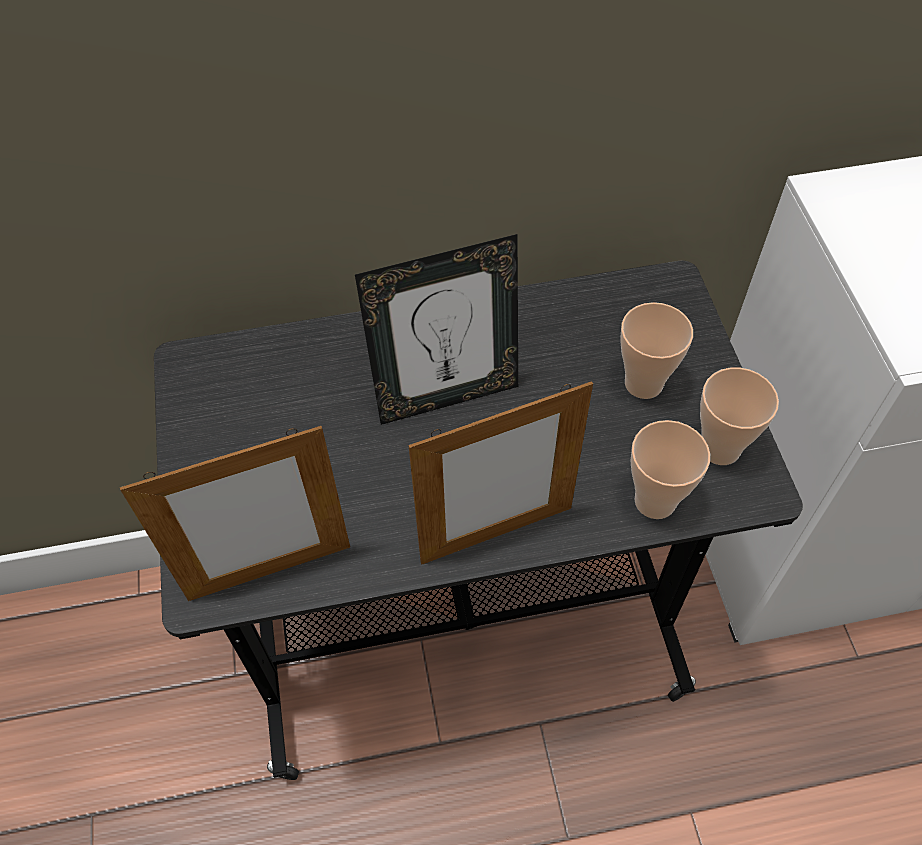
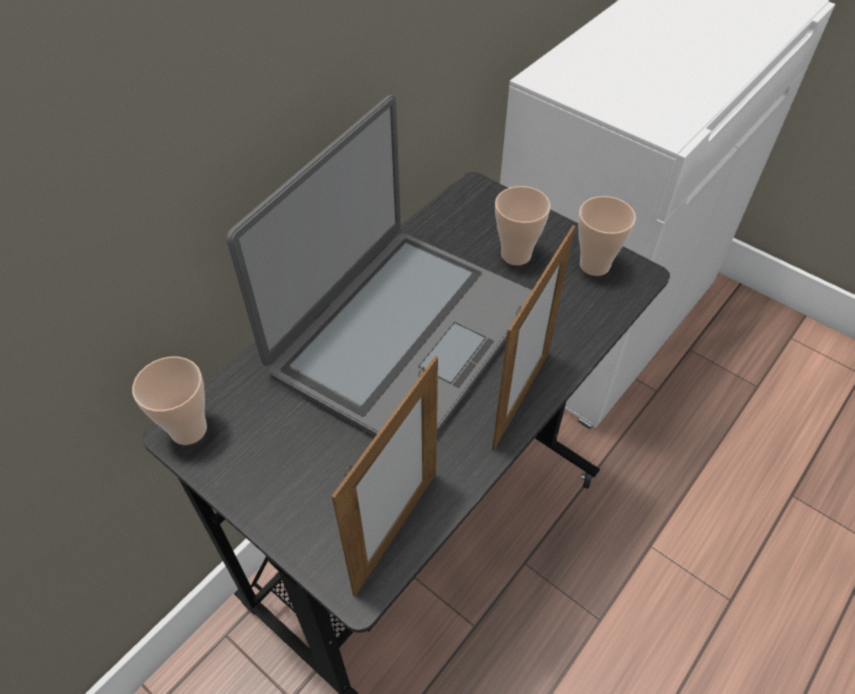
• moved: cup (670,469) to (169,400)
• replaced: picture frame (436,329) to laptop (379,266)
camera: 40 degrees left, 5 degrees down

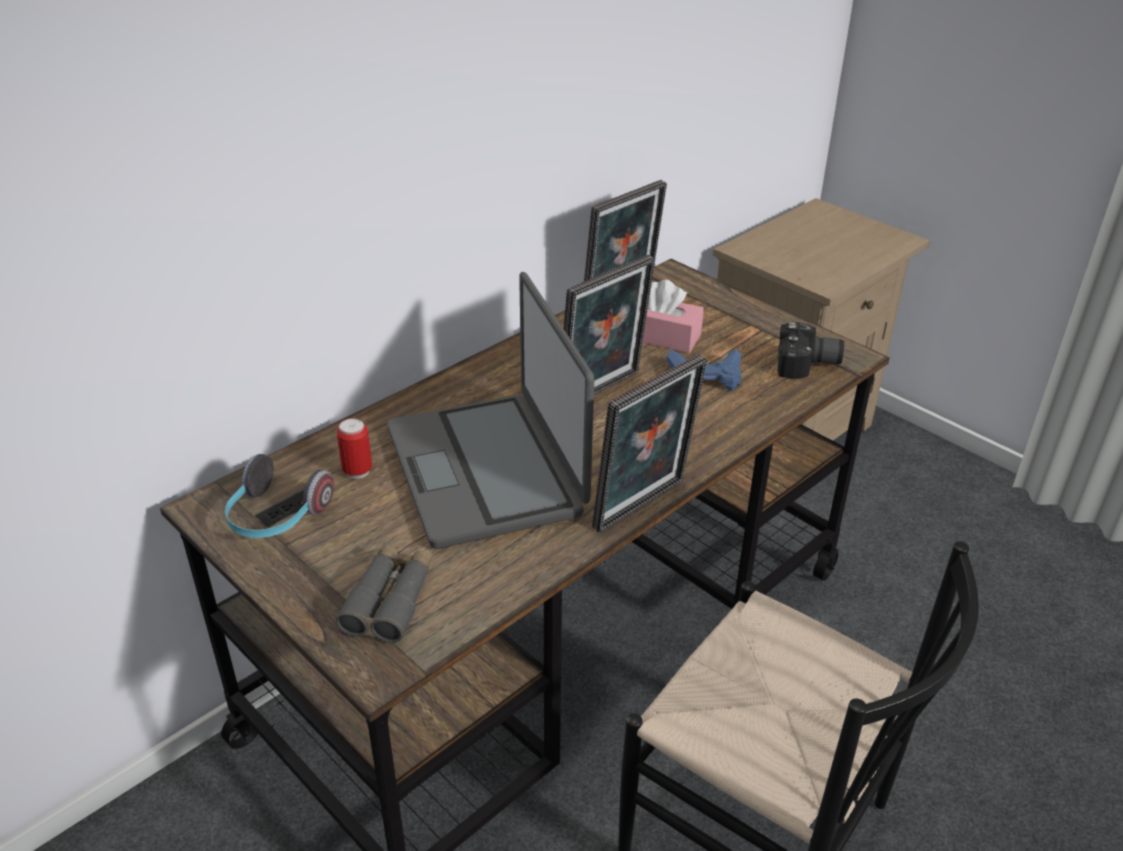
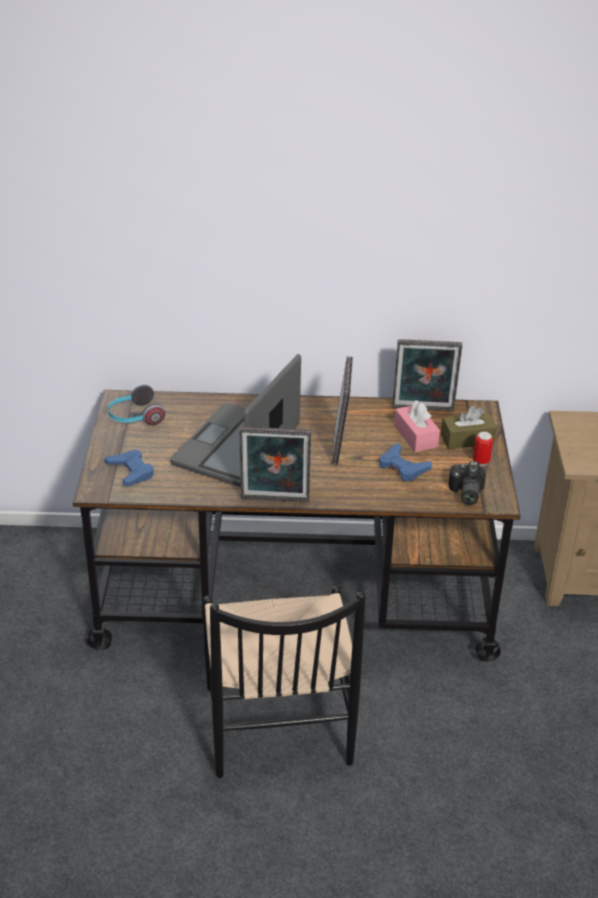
• added: tissue box (brown) (469,427)
• moved: can (354,448) to (483,448)
• replaced: binoculars (grey) (384,593) to game controller (blue) (129,467)
• turned: picture frame (609,325) = (342,410) 90 degrees counterclockwise
• turned: photo camera (811,350) = (467,483) 45 degrees clockwise
camera: 45 degrees right, 0 degrees up

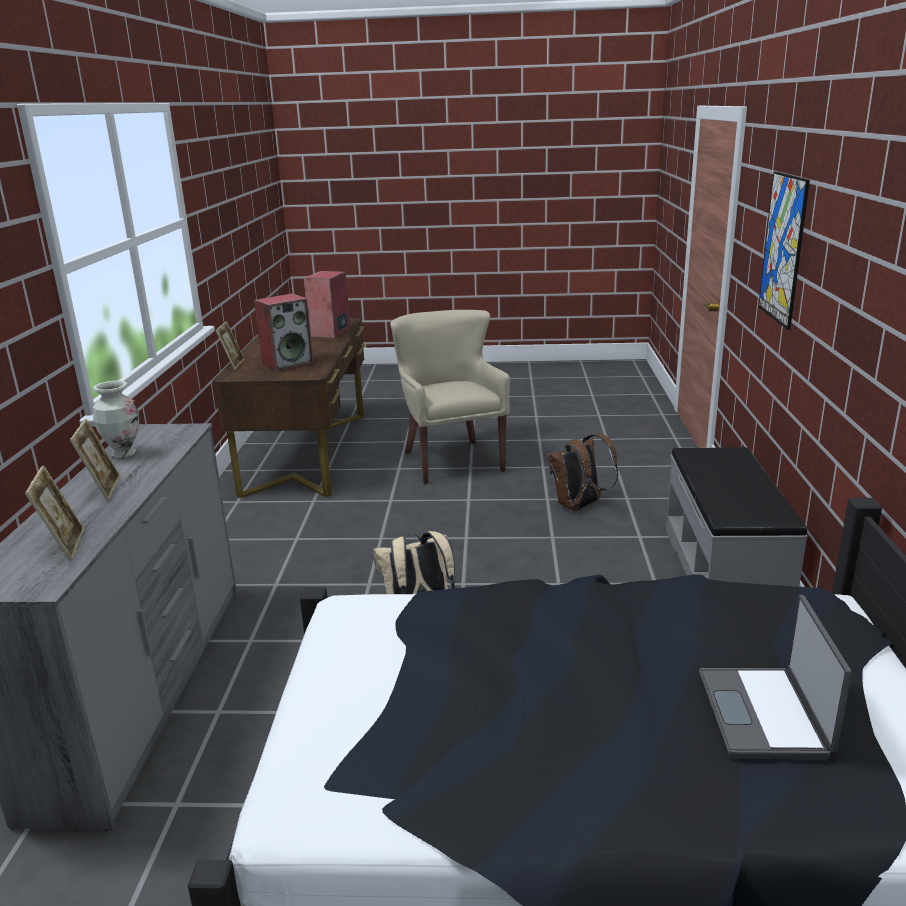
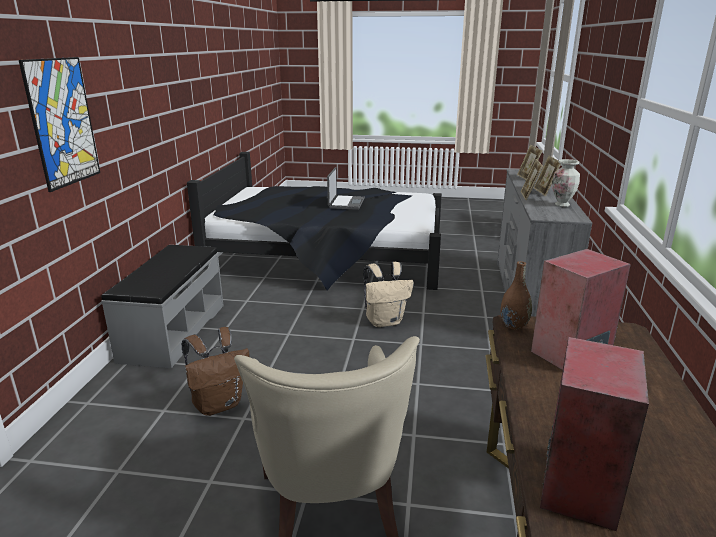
• added: vase (brown) (516,295)
• moved: picture frame (229,345) to (532,179)
• moved: laptop (775,677) to (346,188)
camera: 175 degrees left, 0 degrees up

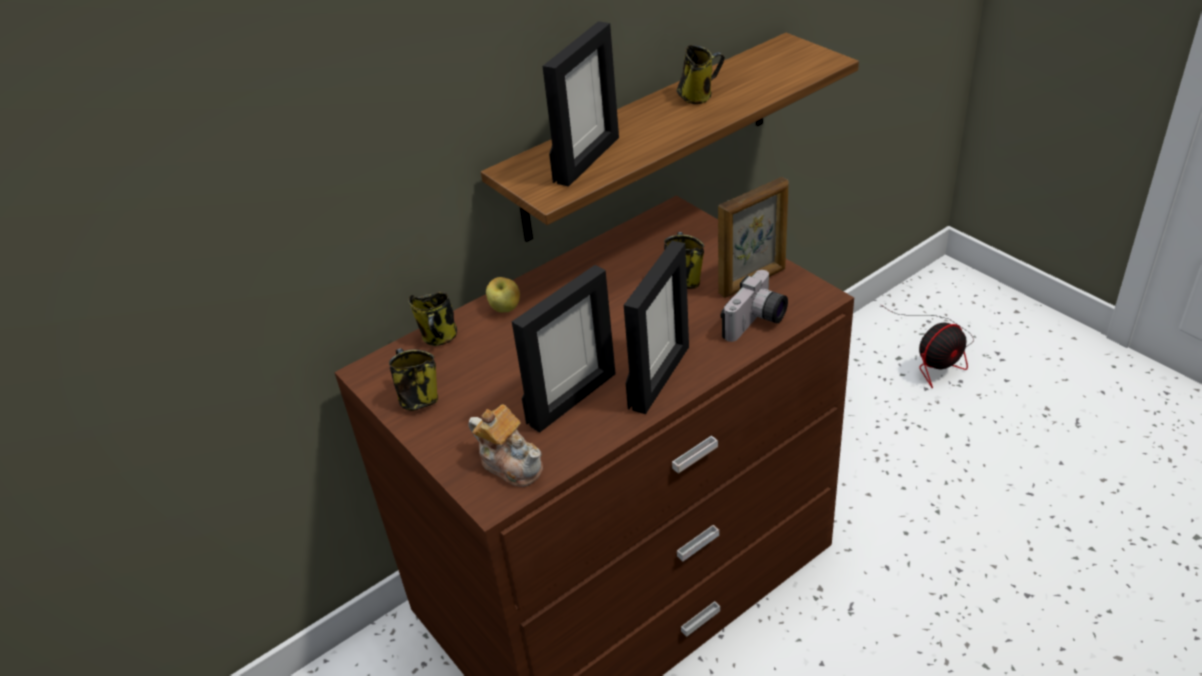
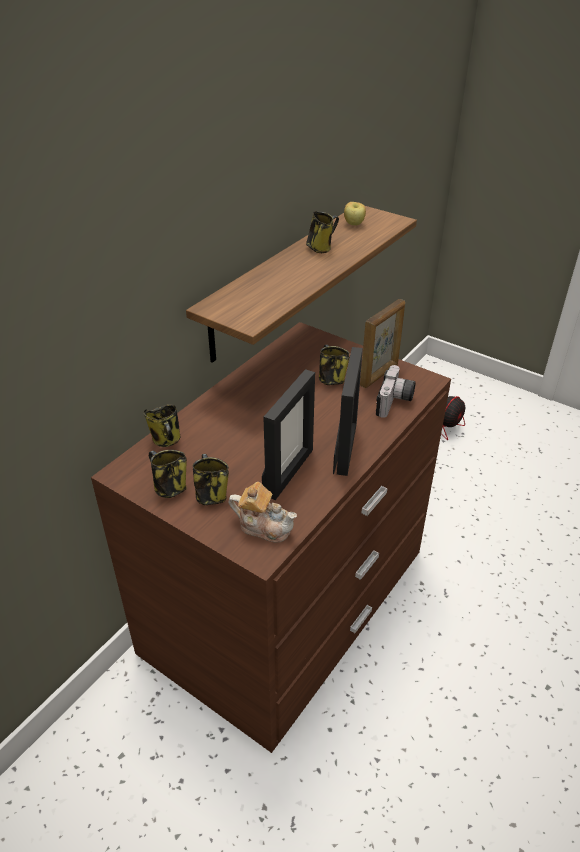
• removed: picture frame (580,104)
• added: mug (210,479)
• moved: apple (503,295) to (355,213)
camera: 20 degrees left, 0 degrees up

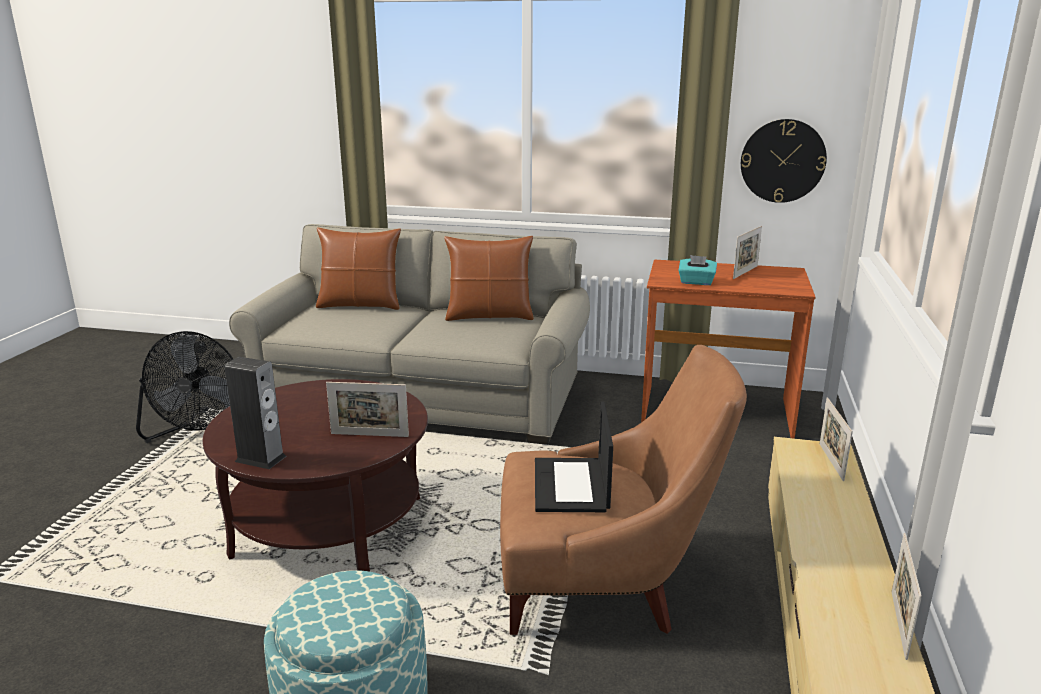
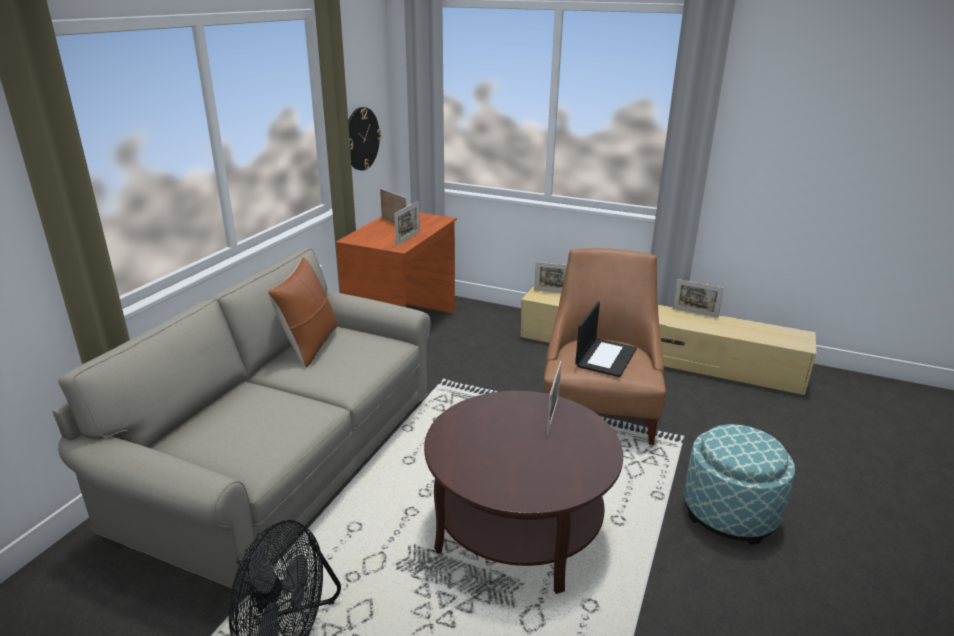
• removed: speaker (255,413)
• removed: pillow (brown) (358,268)
• replaced: tissue box (turquoise) (697,270) to picture frame (407,223)
• turned: laptop (574,456) = (606,339) 75 degrees counterclockwise
camera: 80 degrees left, 5 degrees up

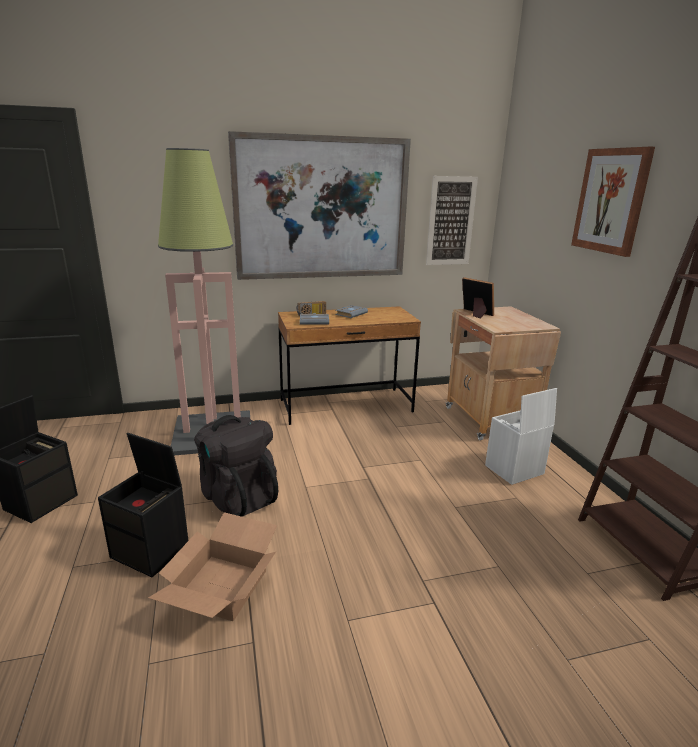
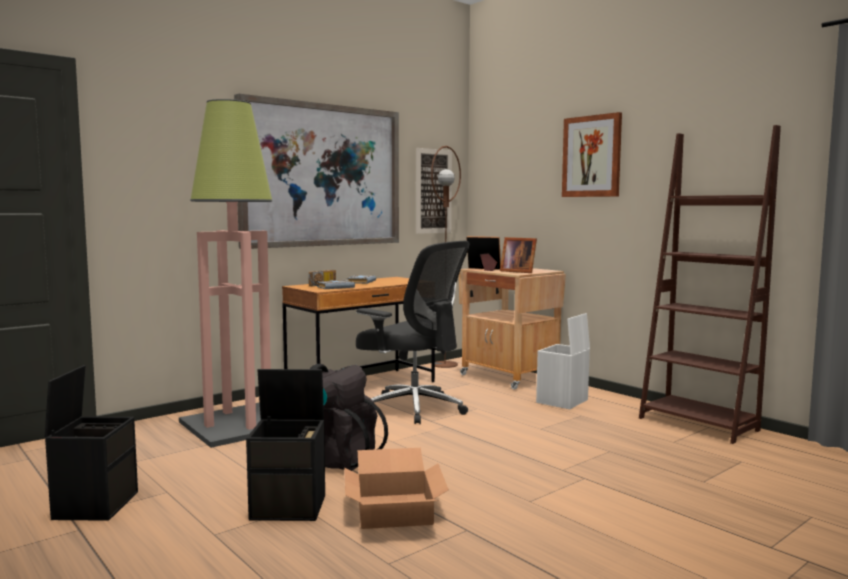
• added: office chair (413,332)
• added: floor lamp (brown) (446,257)
• added: picture frame (518,255)
camera: 25 degrees left, 15 degrees down

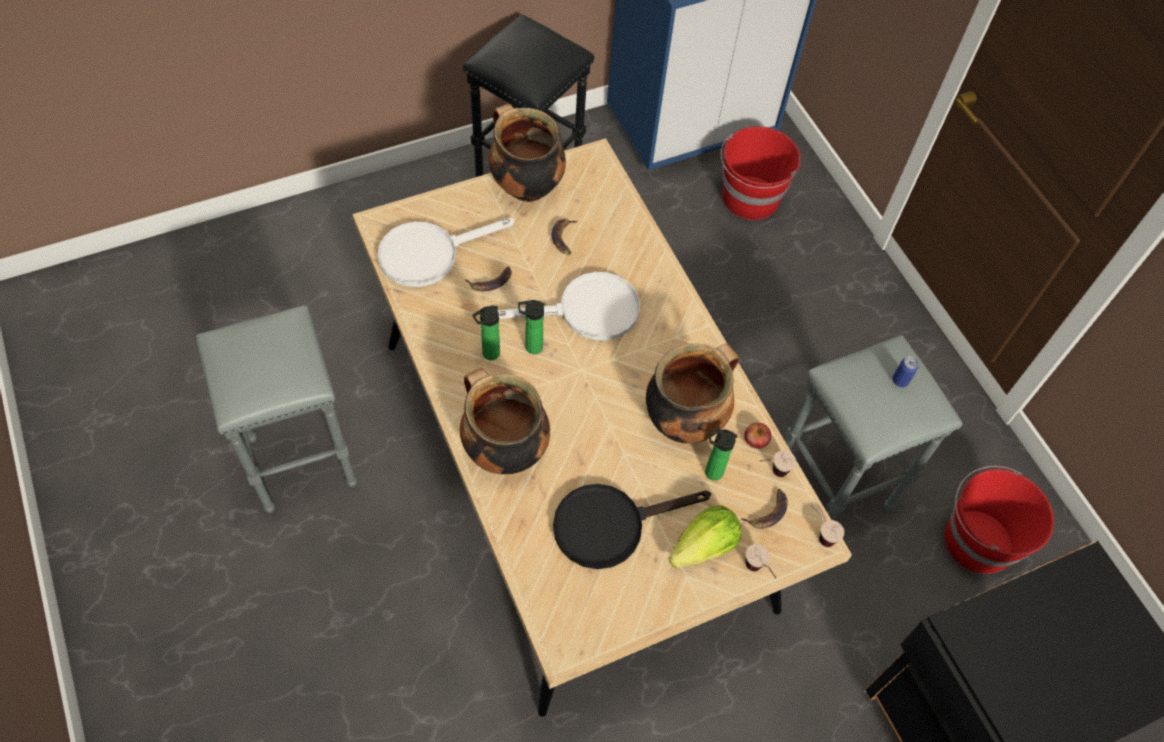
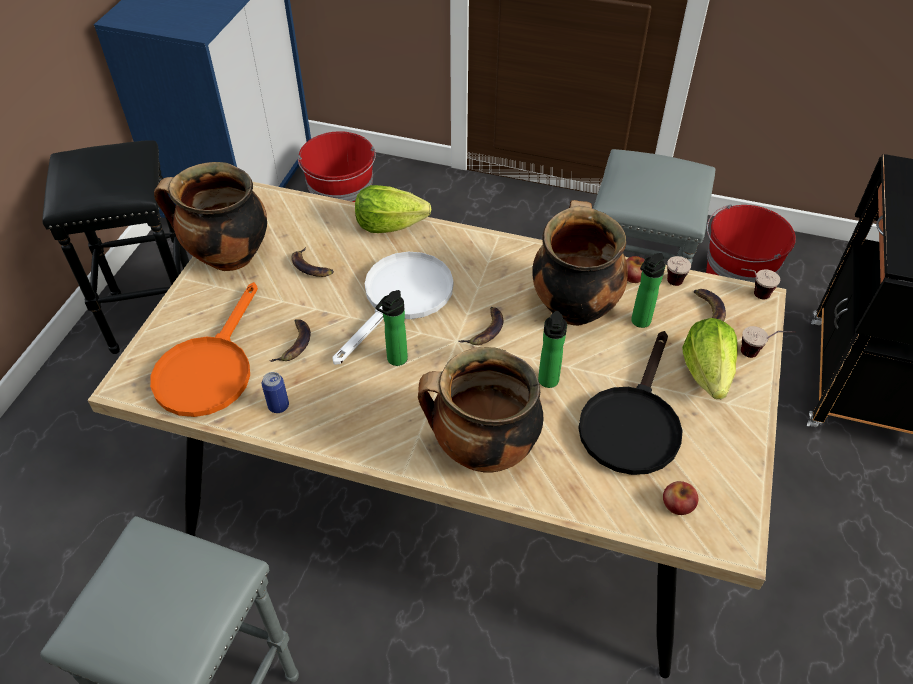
• added: lettuce (393,209)
• added: banana (481,326)
• added: apple (680,498)
• moved: bottle (486,332) to (552,349)
• moved: can (905,371) to (275,392)
• recoloured: frying pan (white) (446,252) to frying pan (orange) (204,349)
camera: 45 degrees left, 10 degrees down

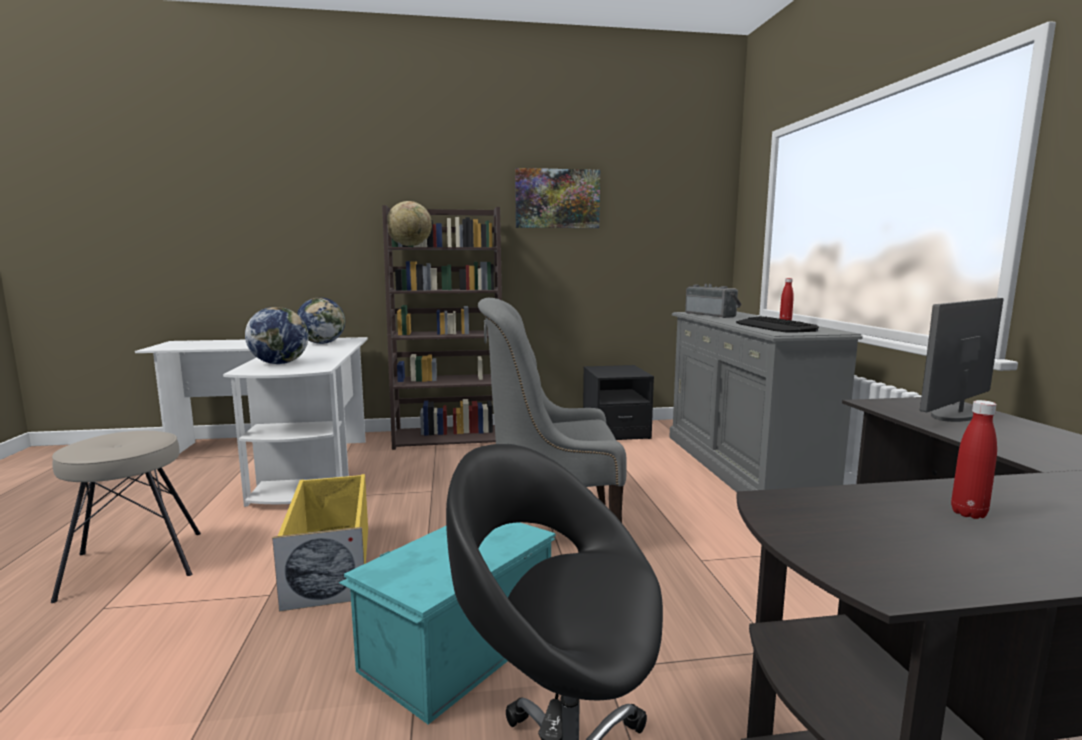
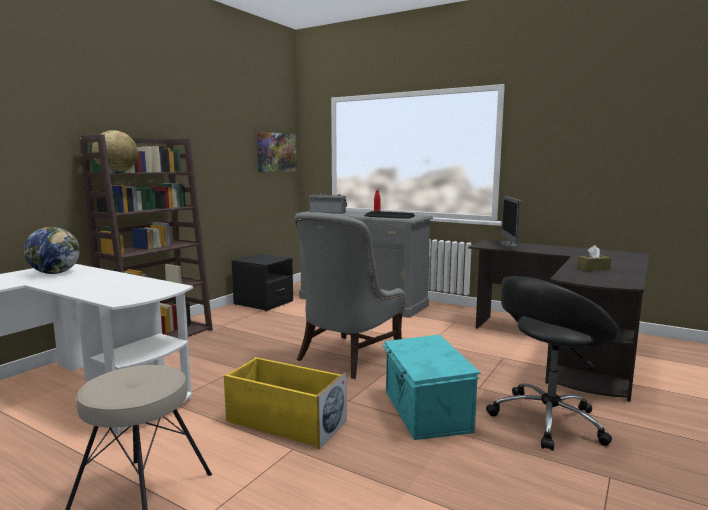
• removed: globe (277,335)
• moved: picture (557,198) to (277,152)
• replaced: bottle (red) (974,459) to tissue box (brown) (594,258)
camera: 50 degrees left, 0 degrees up

